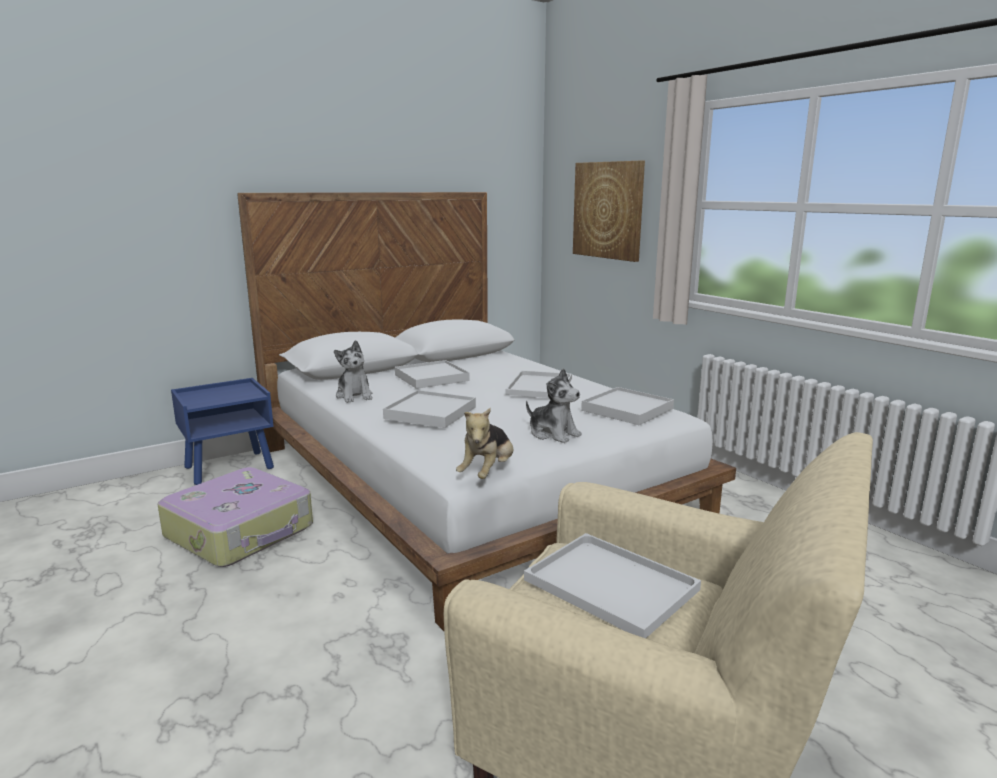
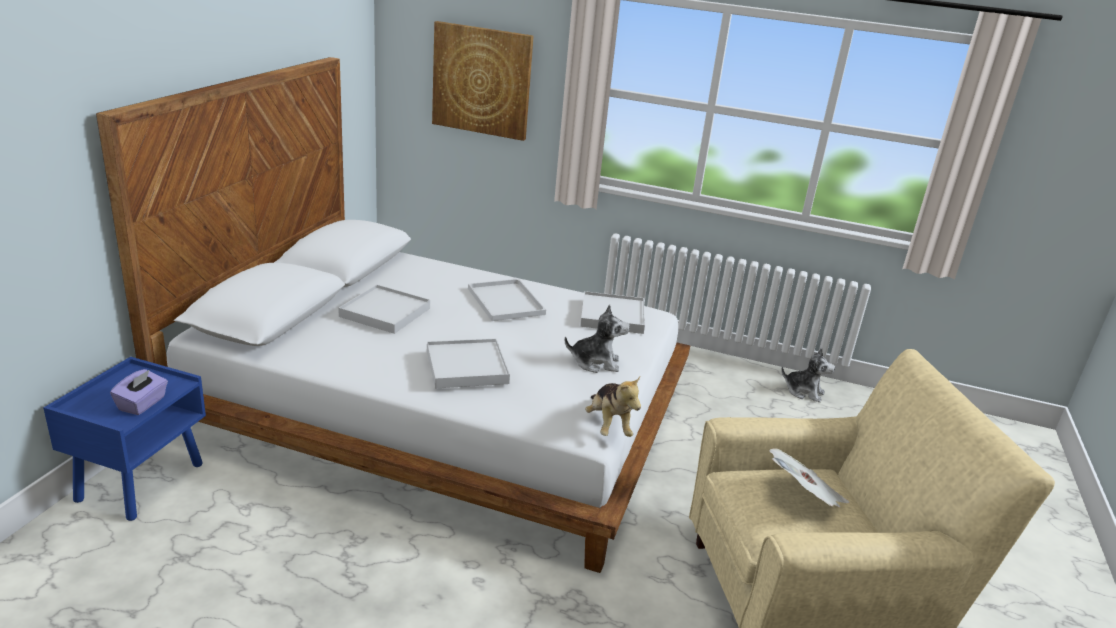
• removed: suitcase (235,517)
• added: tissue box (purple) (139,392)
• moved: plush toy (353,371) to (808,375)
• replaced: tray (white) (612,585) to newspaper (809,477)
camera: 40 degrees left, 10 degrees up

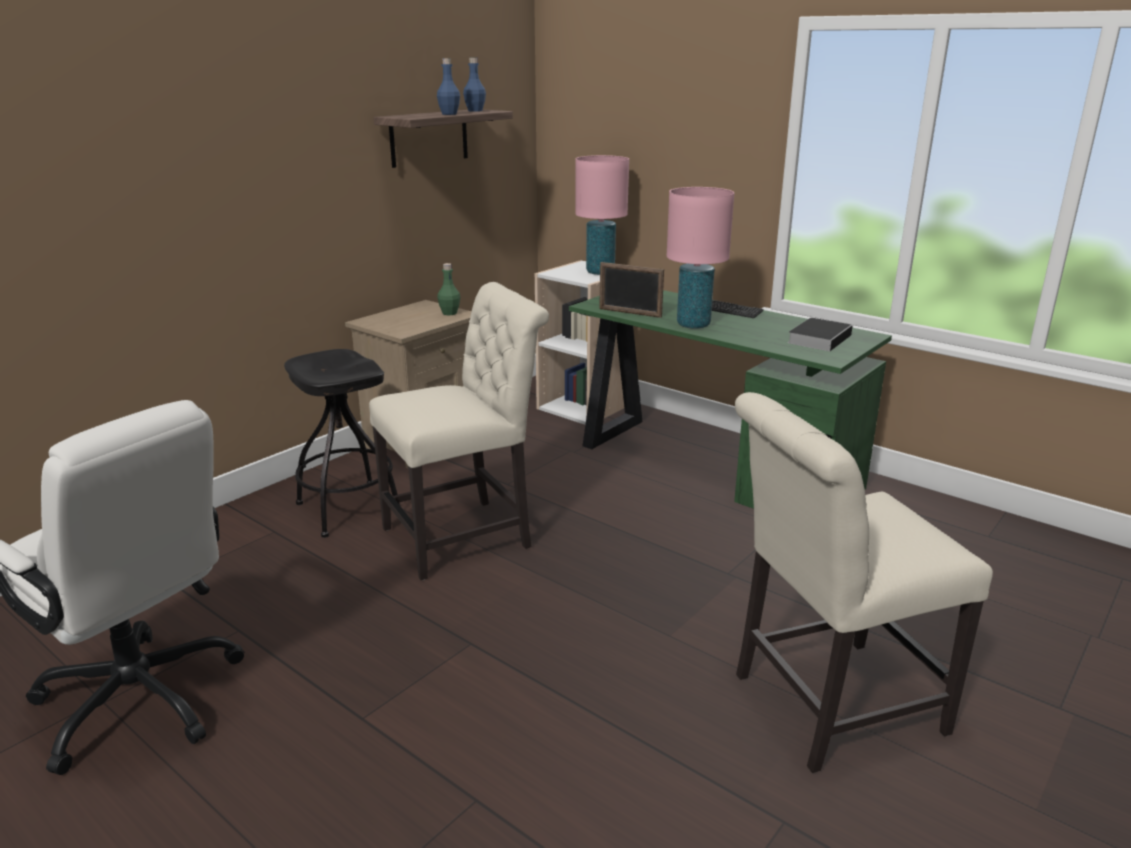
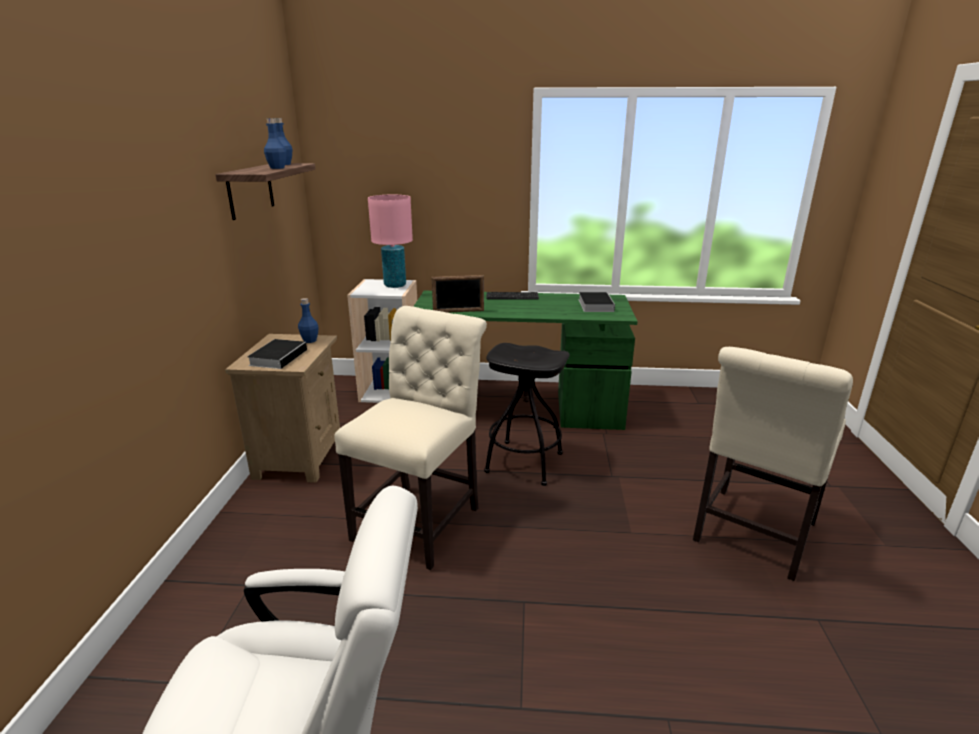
• removed: table lamp (pink) (701,258)
• added: book (278,354)
• moved: stool (black) (342,443) to (526,414)
• recoloured: bottle (green) (448,289) to bottle (blue) (308,320)
camera: 35 degrees left, 0 degrees up

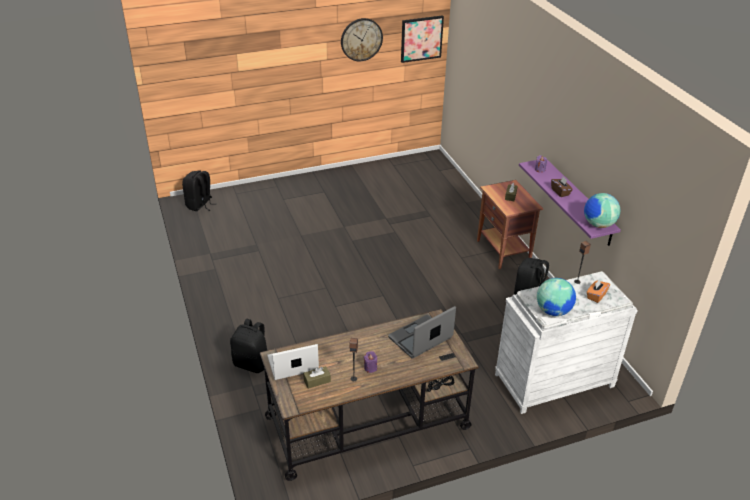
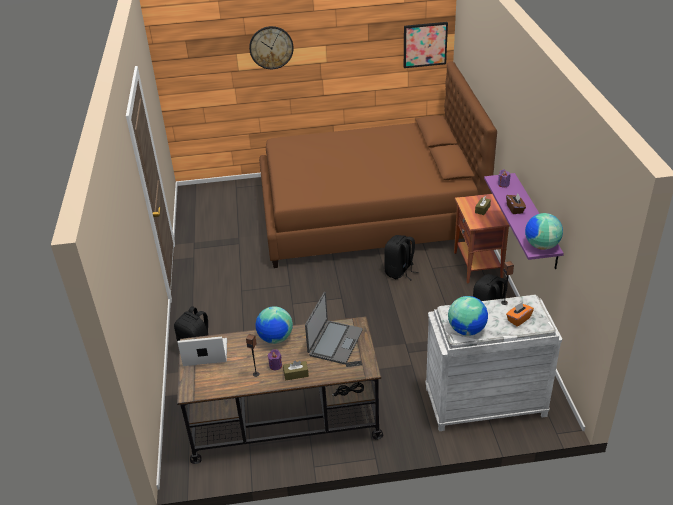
• added: globe (274,325)
• added: bed (brown) (378,164)
• moved: backpack (black) (199,191) to (401,257)
• moved: tissue box (brown) (317,377) to (296,370)
• moved: wall clock (362,39) to (271,47)
• turned: laptop (422,332) = (334,328) 135 degrees clockwise
camera: 15 degrees right, 0 degrees up

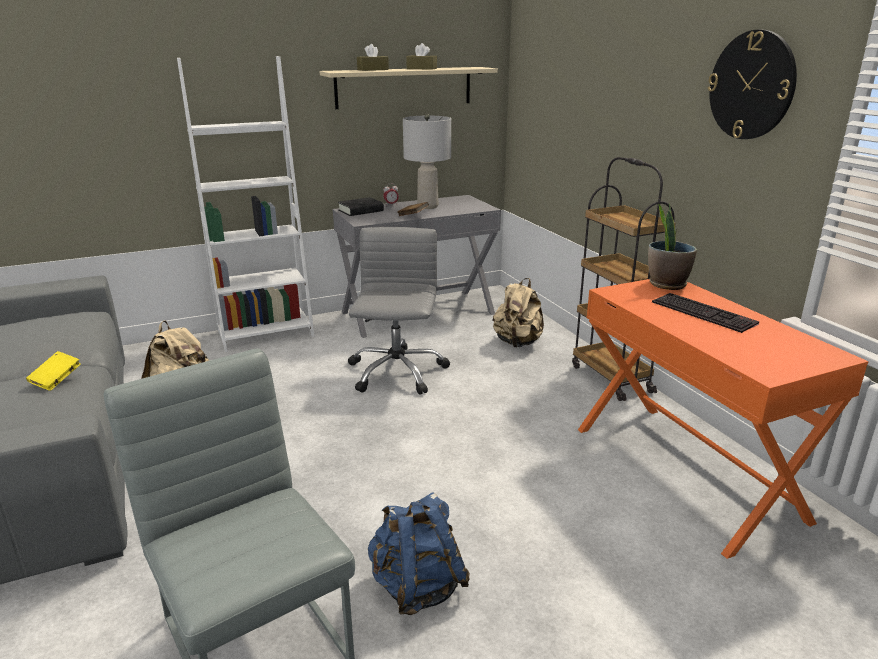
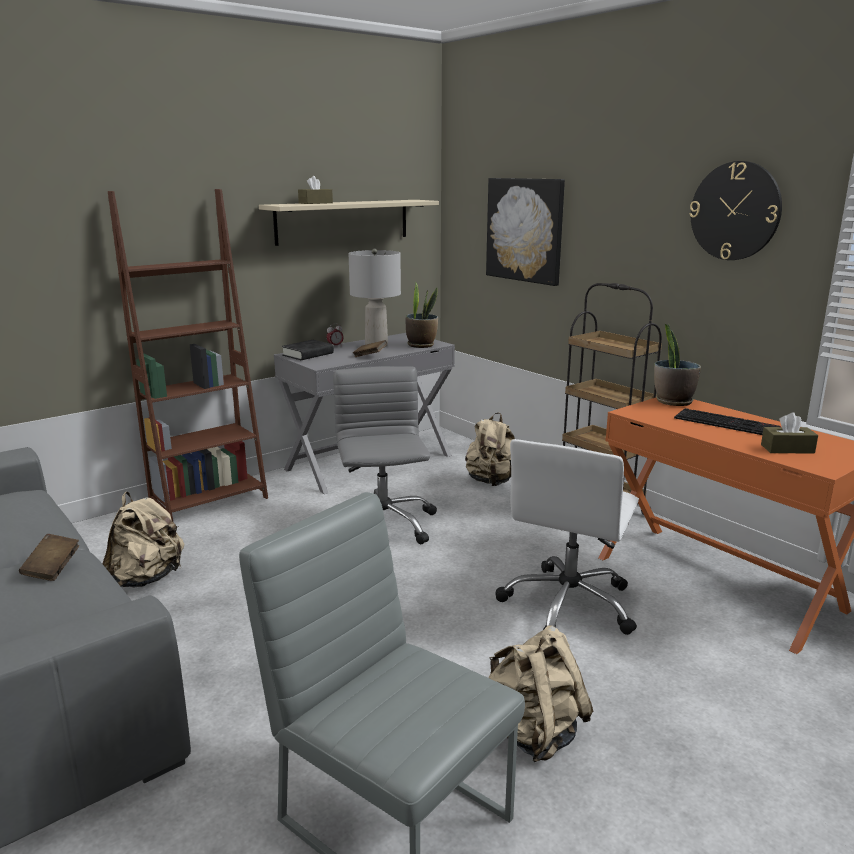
• added: potted plant (422,315)
• added: picture (525,232)
• added: office chair (white) (567,537)
• moved: tissue box (brown) (421,56) to (789,433)
• recoloured: book (yellow) (53,371) to book (brown) (49,557)
• recoloured: bookcase (white) (246,204) to bookcase (brown) (188,356)
• recoloured: backpack (blue) (419,553) to backpack (beige) (541,693)
camera: 15 degrees left, 5 degrees down

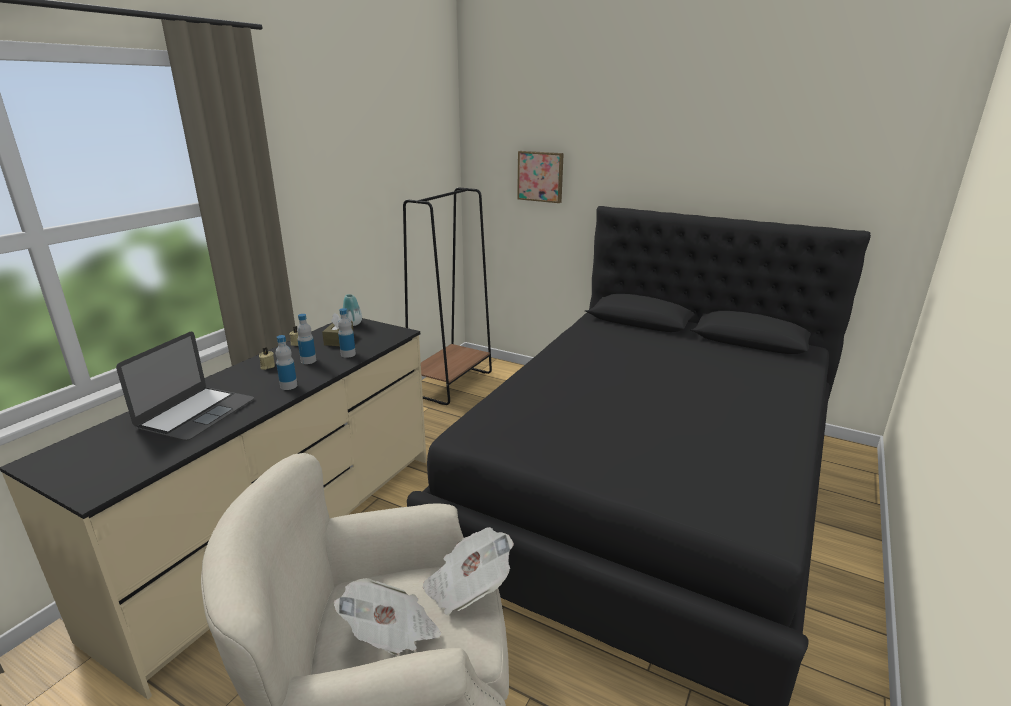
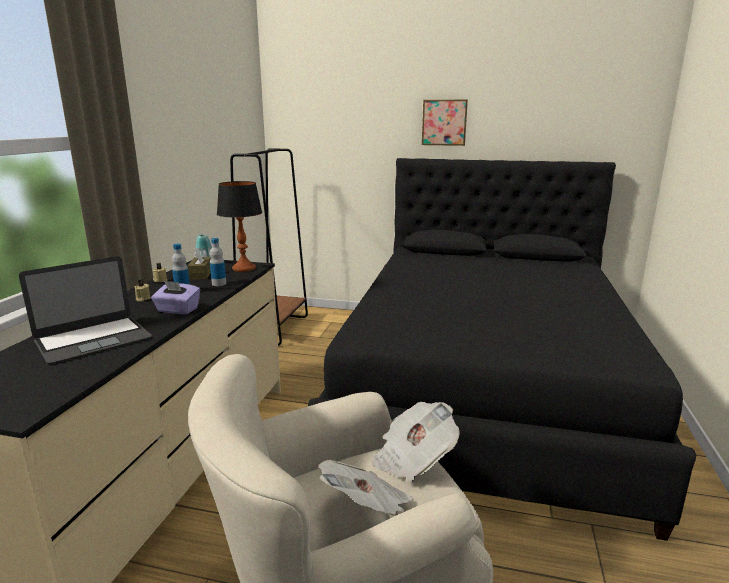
• added: table lamp (239,226)
• moved: picture (540,177) to (445,123)
• replaced: bottle (286,362) to tissue box (purple) (175,297)
• turned: laptop (185,386) = (85,310) 45 degrees clockwise
camera: 15 degrees left, 5 degrees down

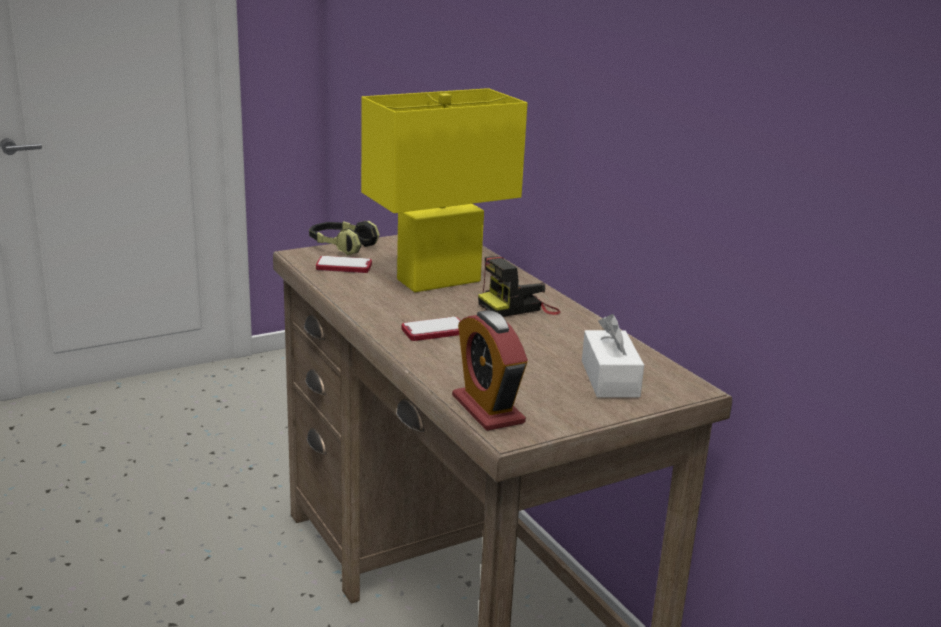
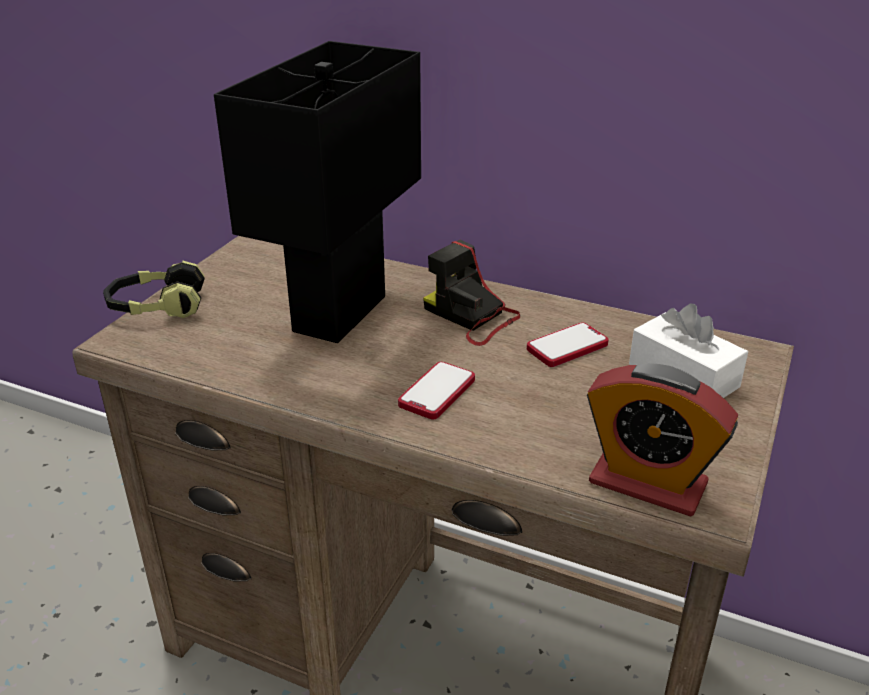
• moved: phone (344,264) to (568,345)
• recoloured: table lamp (yellow) (444,190) to table lamp (black) (317,192)
• turned: photo camera (519,286) = (471,292) 105 degrees clockwise
camera: 35 degrees left, 10 degrees up

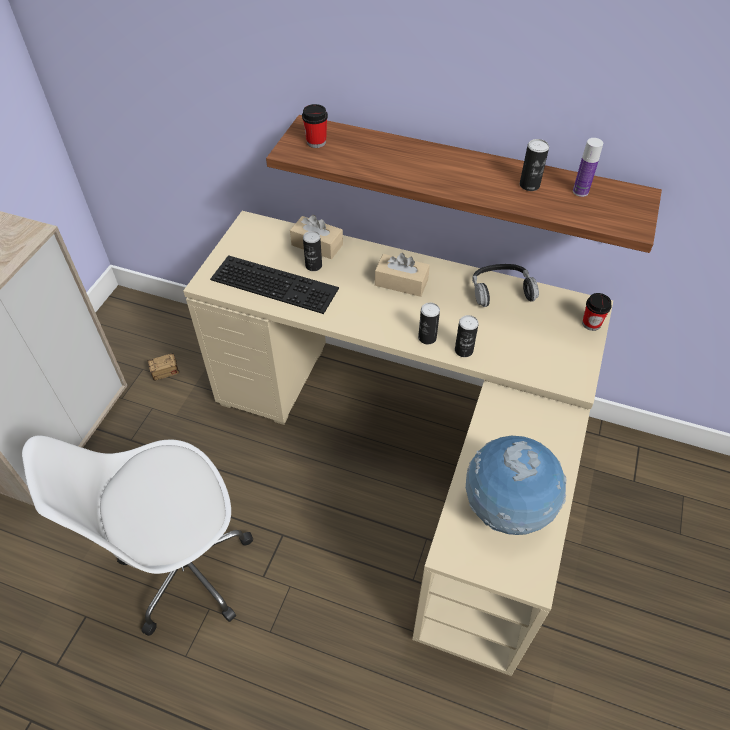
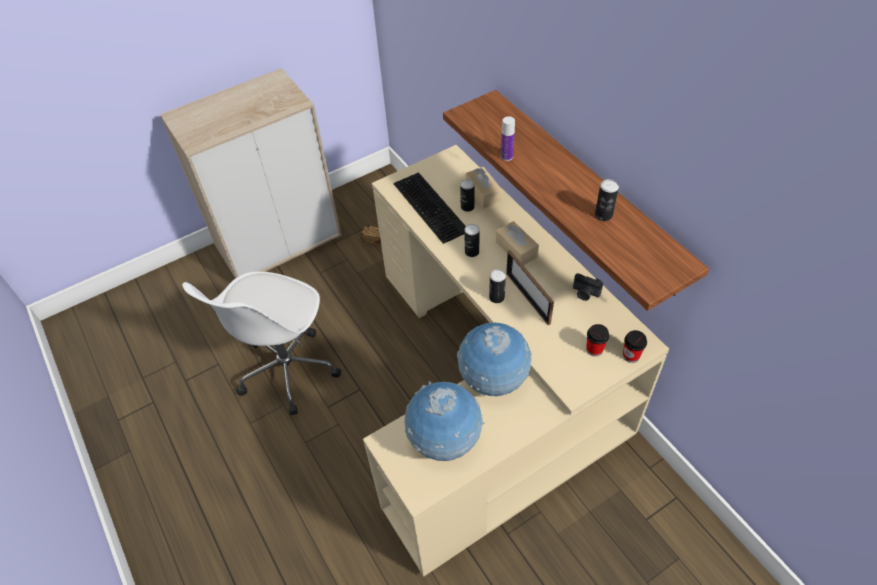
• added: globe (494,359)
• added: picture frame (530,287)
• moved: cup (315,126) to (597,340)
• moved: can (467,336) to (472,240)
• moved: bottle (588,167) to (508,138)
• replaced: headphones (505,285) to photo camera (588,287)
• turned: office chair (white) (137,536) = (262,343) 75 degrees counterclockwise
camera: 40 degrees right, 0 degrees up

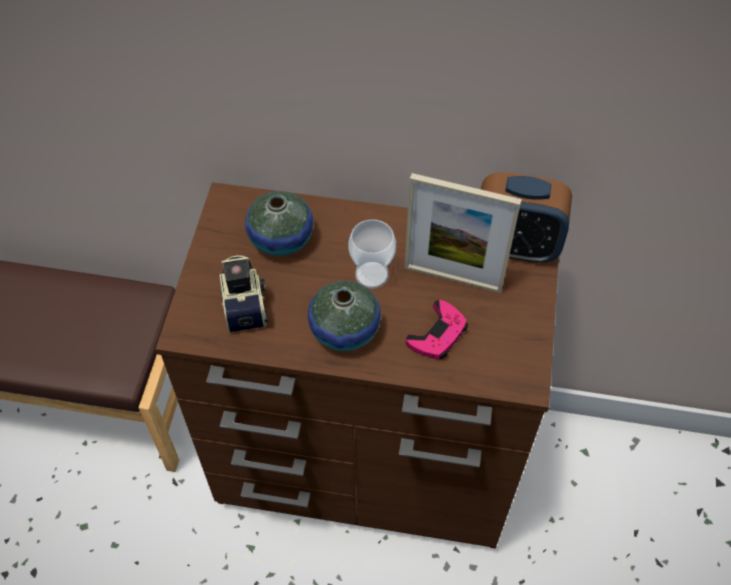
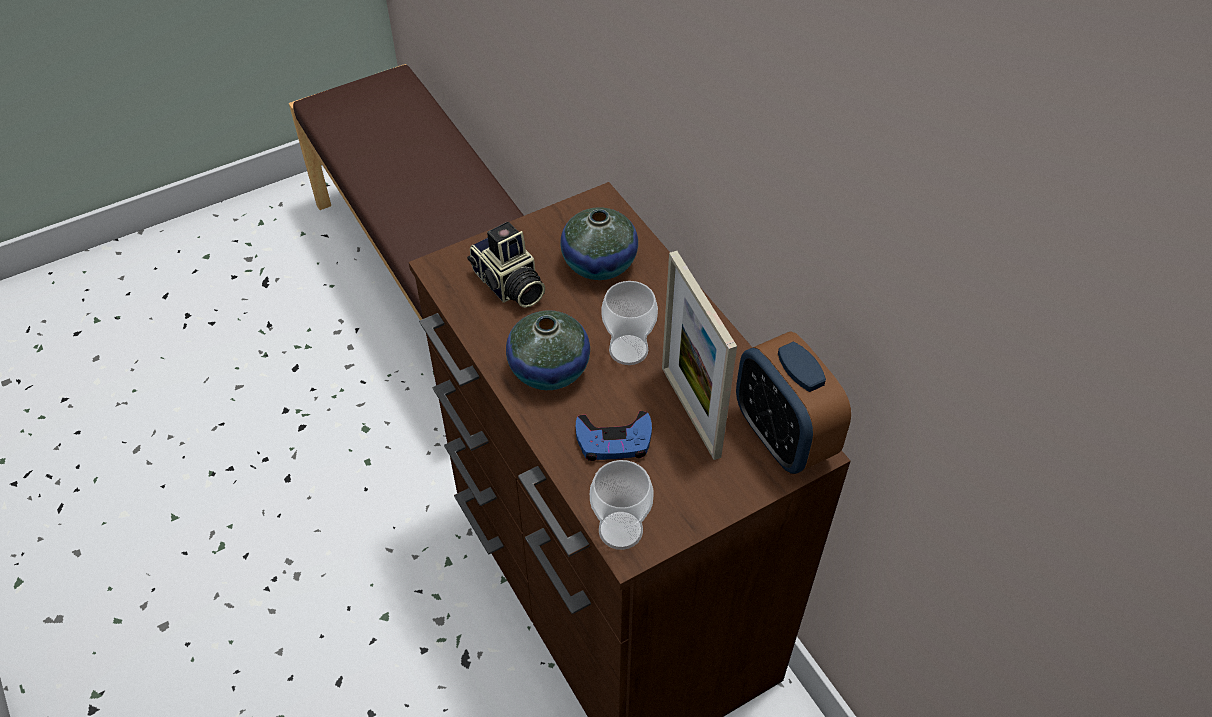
• added: cup (622,505)
• recoloured: game controller (pink) (437,330) to game controller (blue) (614,436)
• turned: photo camera (243,294) = (506,265) 105 degrees clockwise
camera: 50 degrees right, 5 degrees down

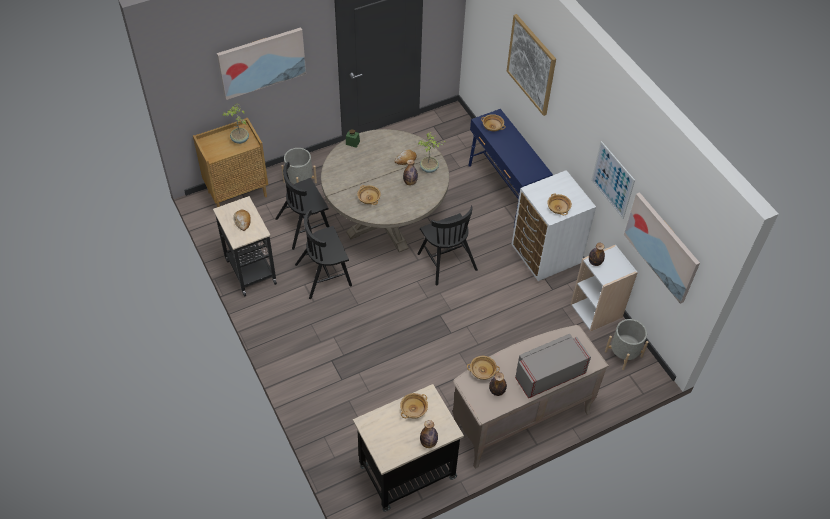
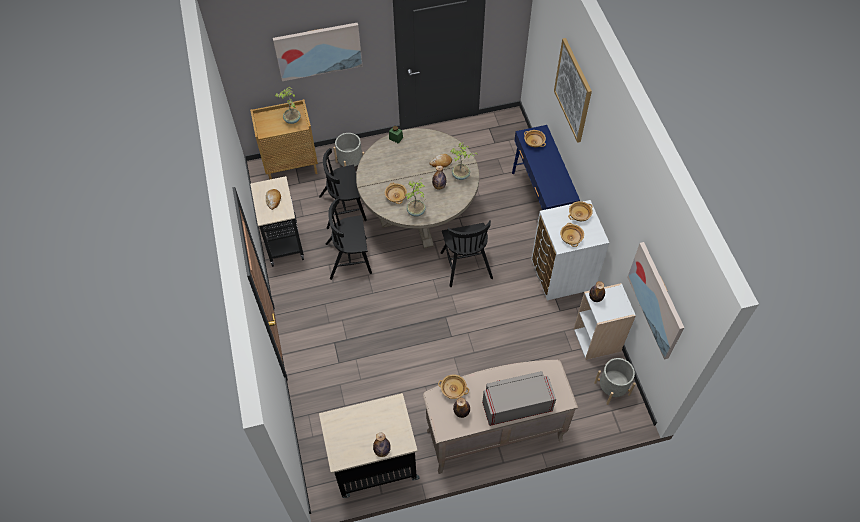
• removed: picture (613,180)
• added: potted plant (415,197)
• moved: bowl (beige) (414,405) to (580,211)
camera: 15 degrees right, 5 degrees up

